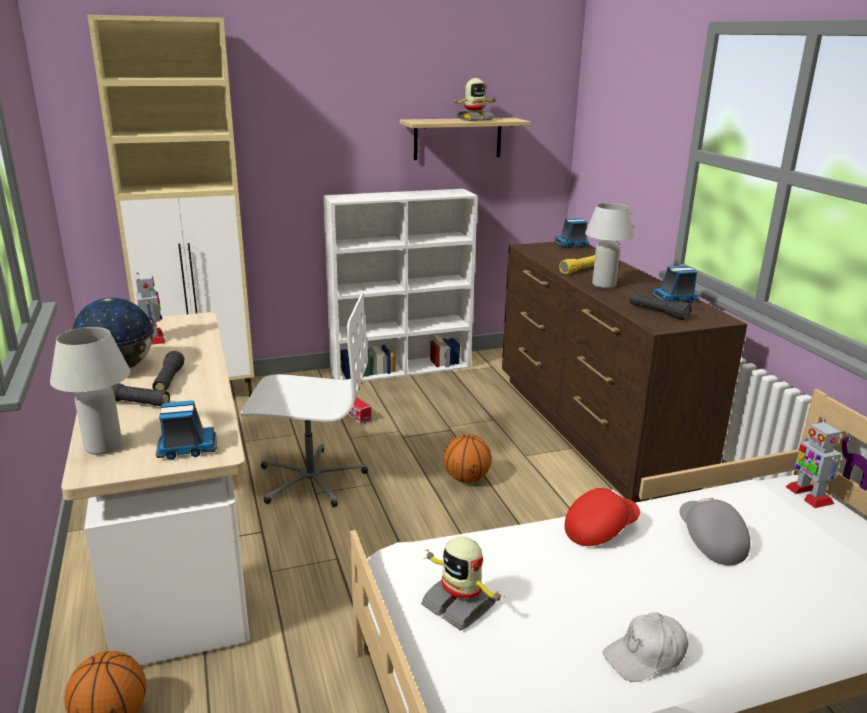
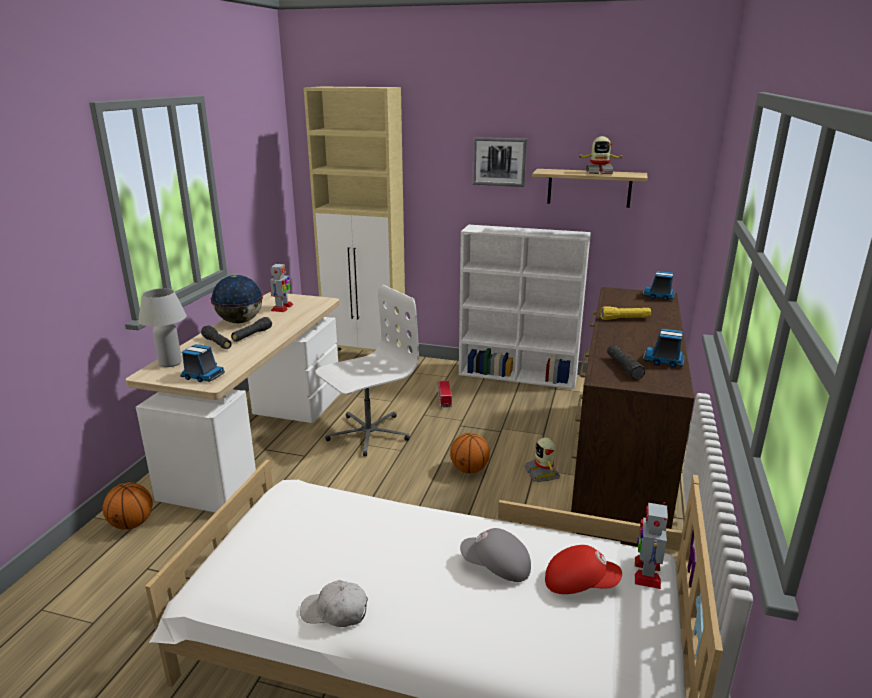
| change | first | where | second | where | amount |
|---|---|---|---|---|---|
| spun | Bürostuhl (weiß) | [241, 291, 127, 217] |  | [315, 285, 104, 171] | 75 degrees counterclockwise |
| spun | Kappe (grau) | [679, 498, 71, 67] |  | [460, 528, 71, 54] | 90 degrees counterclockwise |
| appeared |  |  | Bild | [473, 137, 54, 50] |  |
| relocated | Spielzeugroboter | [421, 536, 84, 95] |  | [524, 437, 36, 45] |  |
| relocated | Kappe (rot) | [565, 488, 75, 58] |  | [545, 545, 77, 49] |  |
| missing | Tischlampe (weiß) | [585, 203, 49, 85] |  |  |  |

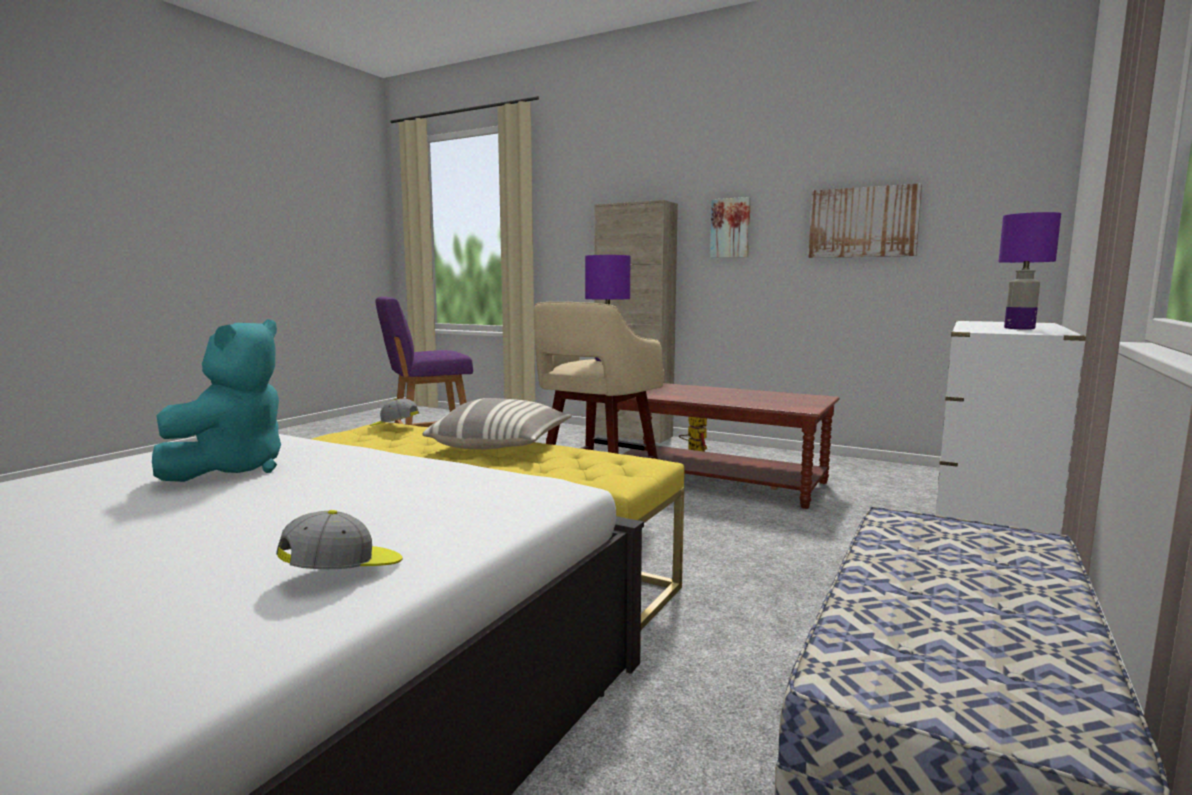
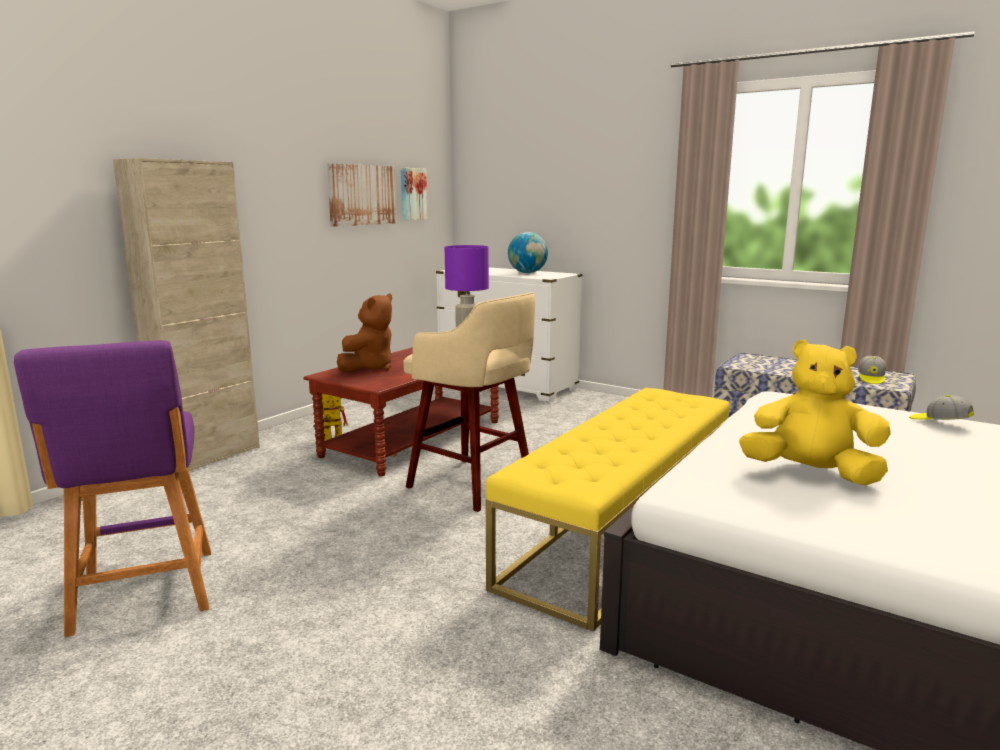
| change | first | where | second | where | amount |
|---|---|---|---|---|---|
| appeared |  |  | Plüschtier (braun) | [337, 293, 55, 79] |  |
| relocated | Bild | [710, 197, 41, 61] |  | [401, 168, 27, 52] |  |
| exchanged | Tischlampe (lila) | [999, 212, 62, 117] | Globus | [508, 232, 40, 41] |  |
| colour | Plüschtier (türkis) | [152, 319, 129, 163] | Plüschtier (gelb) | [739, 340, 152, 146] |  |
| relocated | Kappe | [370, 398, 49, 28] |  | [858, 356, 28, 28] |  |
| missing | Kissen | [423, 398, 149, 51] |  |  |  |

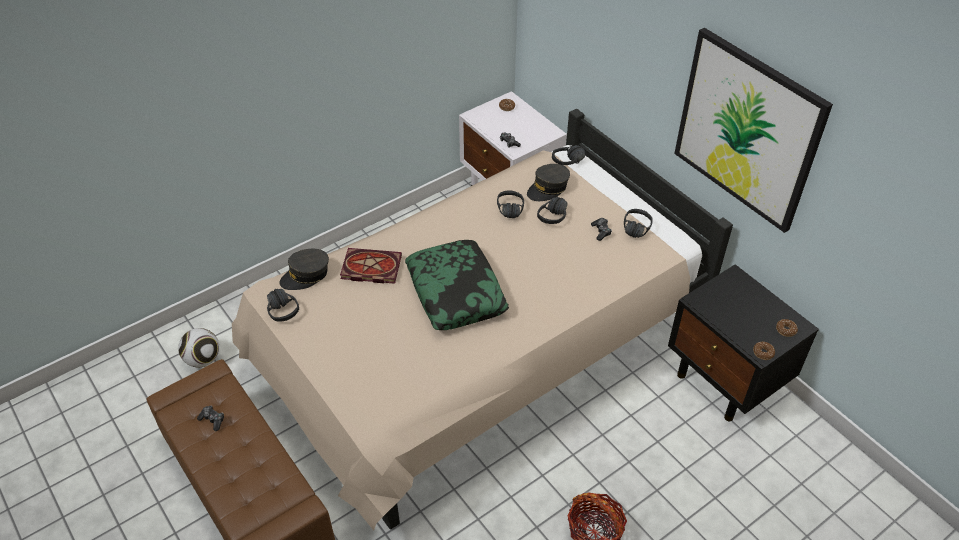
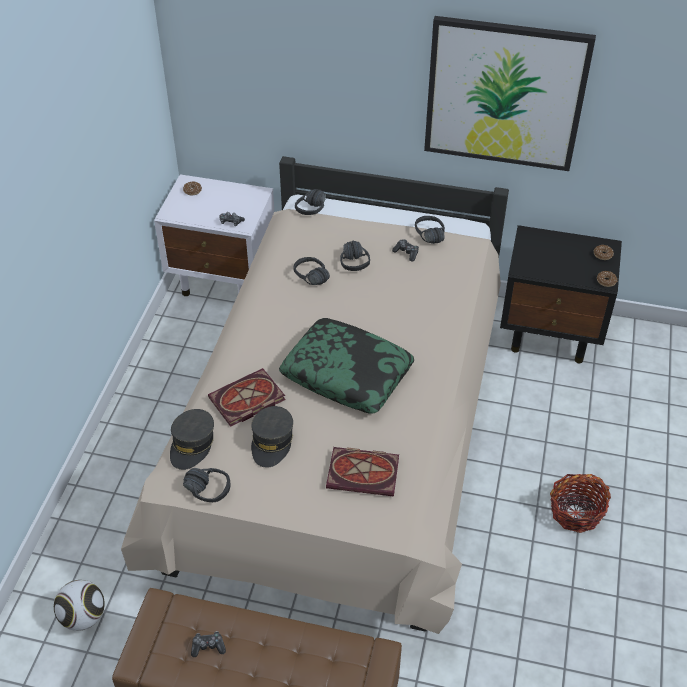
| change | first | where | second | where | amount |
|---|---|---|---|---|---|
| relocated | Kappe (grau) | [527, 164, 43, 37] |  | [251, 406, 42, 62] |  |
| appeared |  |  | Buch | [326, 447, 73, 50] |  |

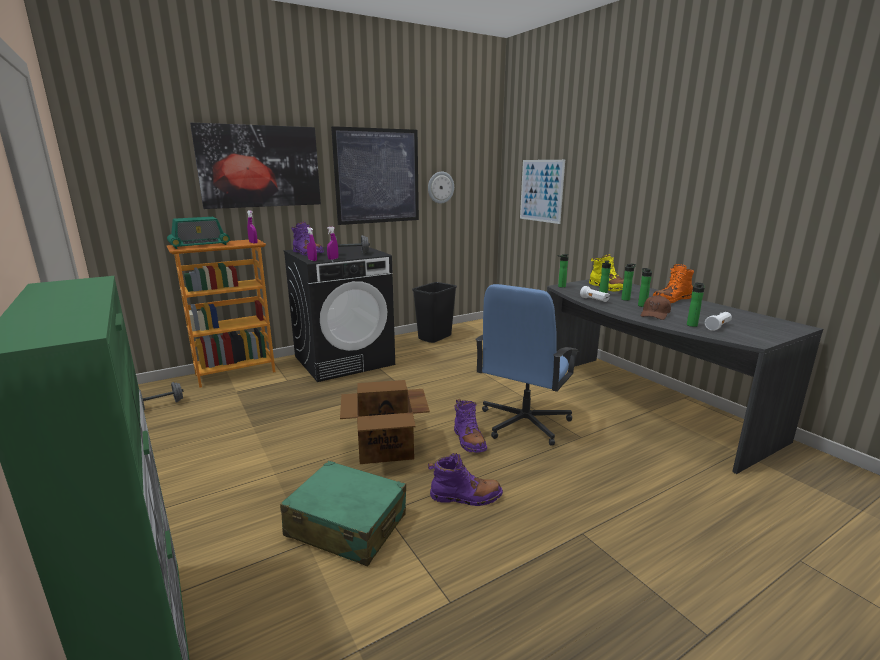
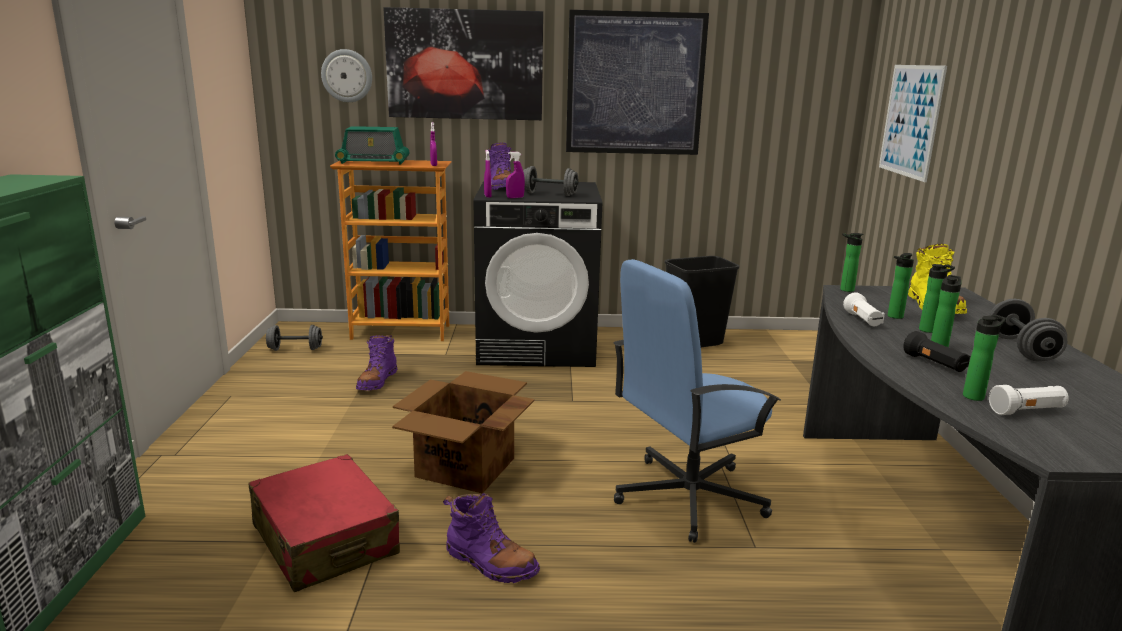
| change | first | where | second | where | amount |
|---|---|---|---|---|---|
| colour | Koffer (grün) | [280, 461, 126, 106] | Koffer (rot) | [248, 454, 152, 138] |  |
| relocated | Wanduhr | [428, 172, 26, 32] |  | [321, 49, 51, 53] |  |
| relocated | Stiefel (lila) | [454, 399, 33, 54] |  | [356, 335, 41, 55] |  |
| exchanged | Kappe (braun) | [641, 295, 30, 25] | Taschenlampe (schwarz) | [903, 331, 67, 41] |  |
| exchanged | Stiefel (orange) | [653, 264, 41, 39] | Hantel (grau) | [990, 299, 77, 63] |  |

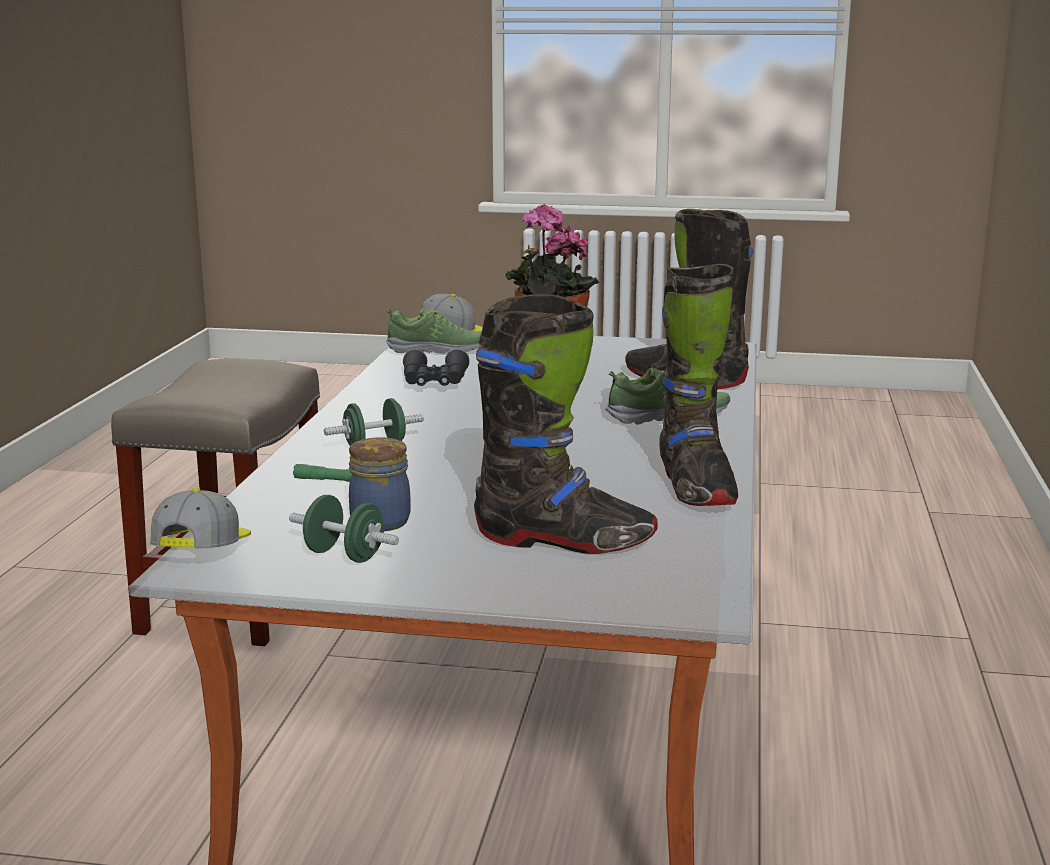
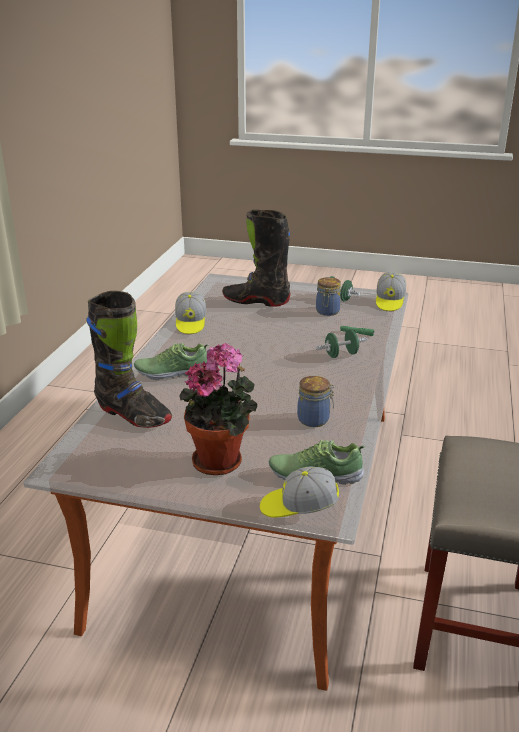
| change | first | where | second | where | amount |
|---|---|---|---|---|---|
| exchanged | Stiefel (schwarz) | [660, 264, 78, 242] | Kappe | [175, 292, 31, 42] |  |
| exchanged | Fernglas (schwarz) | [403, 349, 67, 37] | Vorratsglas | [297, 376, 37, 51] |  |

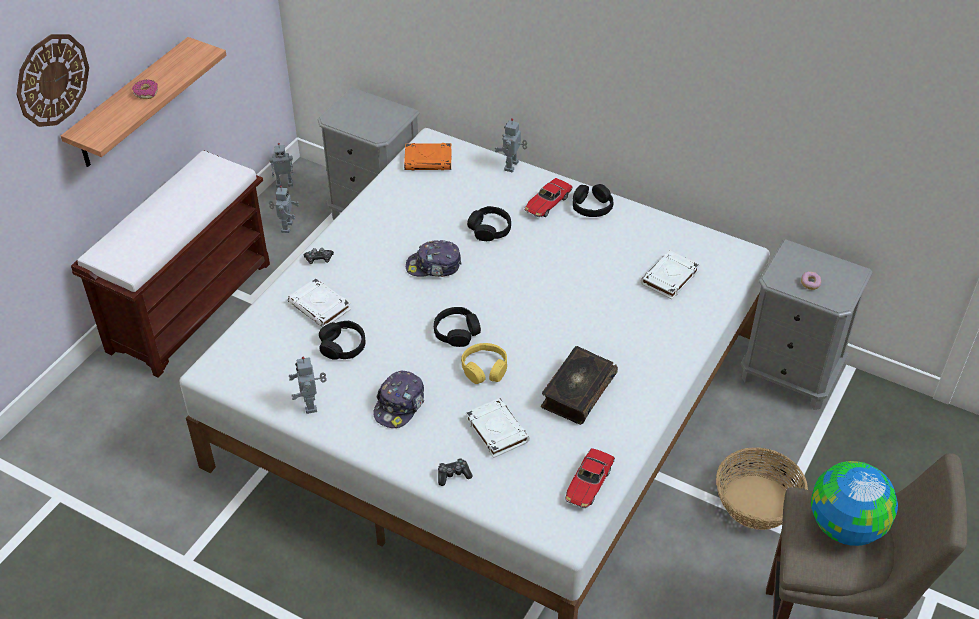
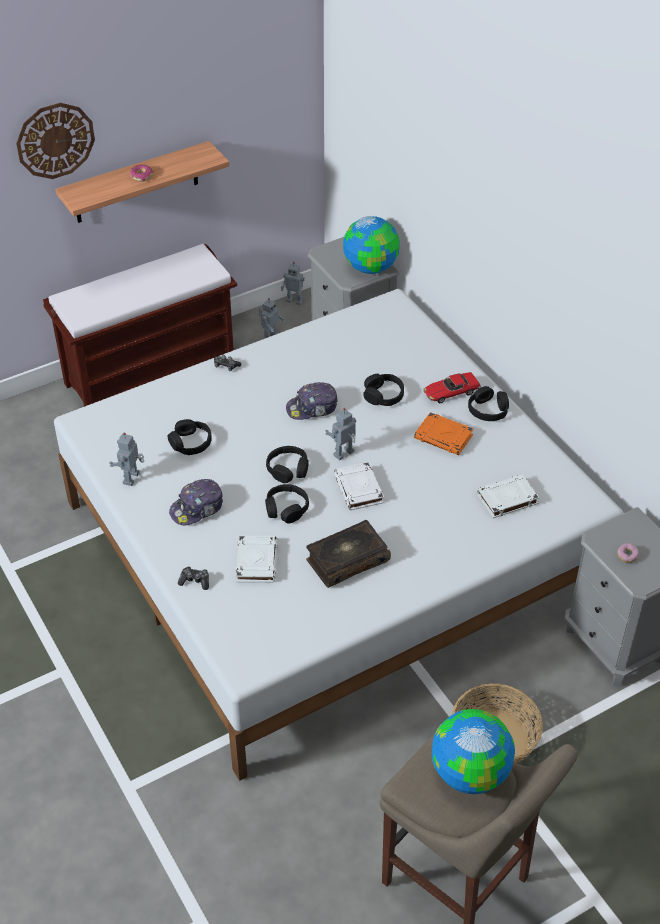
| change | first | where | second | where | amount |
|---|---|---|---|---|---|
| colour | Kopfhörer (gelb) | [461, 343, 46, 41] | Kopfhörer (schwarz) | [265, 484, 44, 39] |  |
| spun | Kappe | [406, 240, 56, 37] |  | [286, 382, 52, 38] | 45 degrees counterclockwise |
| relocated | Spielzeugroboter | [495, 118, 32, 54] |  | [325, 408, 31, 52] |  |
| relocated | Buch (weiß) | [288, 278, 63, 50] |  | [334, 462, 50, 48] |  |
| appeared |  |  | Globus | [343, 216, 57, 58] |  |
| relocated | Buch (orange) | [404, 143, 48, 28] |  | [414, 412, 60, 43] |  |
| missing | Spielzeugauto | [565, 448, 50, 60] |  |  |  |

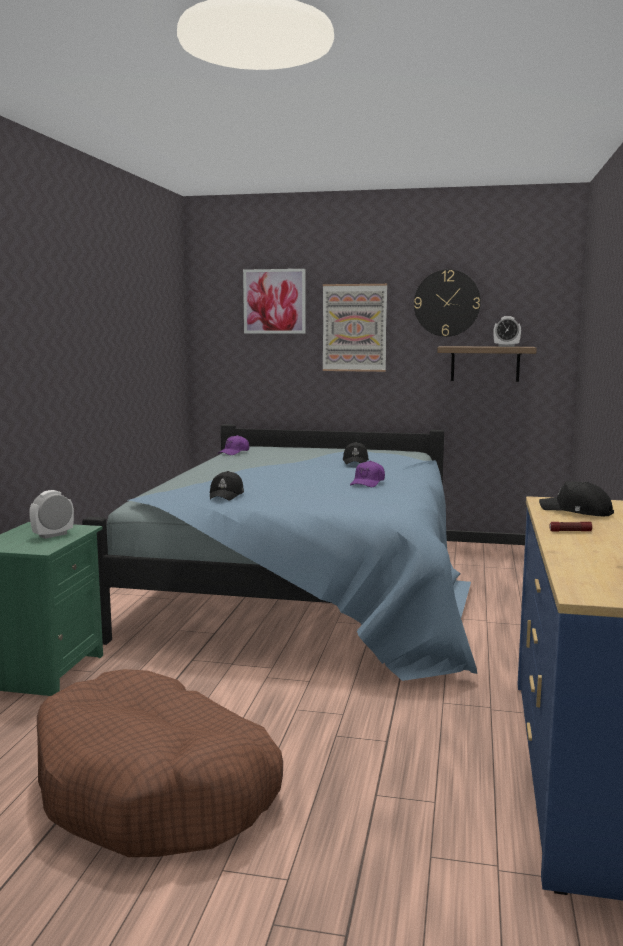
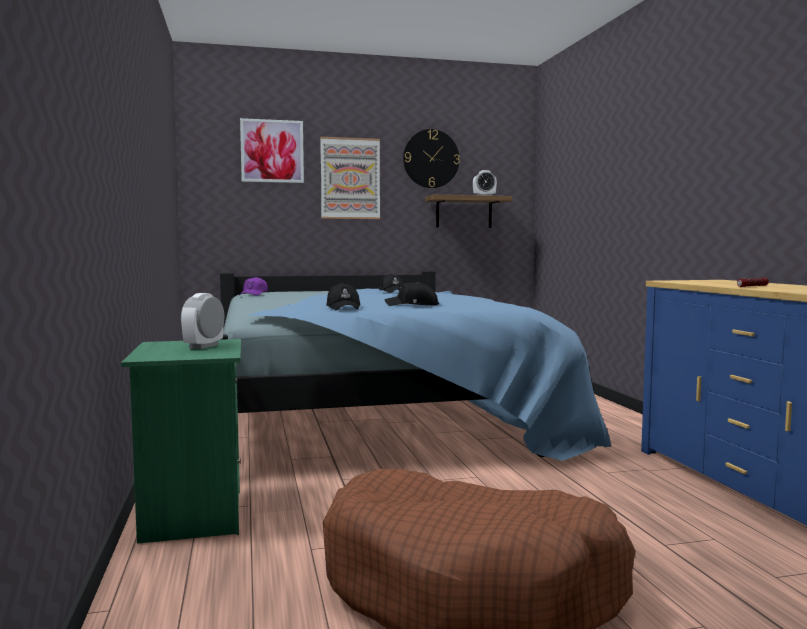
| change | first | where | second | where | amount |
|---|---|---|---|---|---|
| relocated | Kappe (schwarz) | [539, 481, 75, 35] |  | [384, 282, 55, 24] |  |
| missing | Kappe (lila) | [350, 461, 35, 26] |  |  |  |

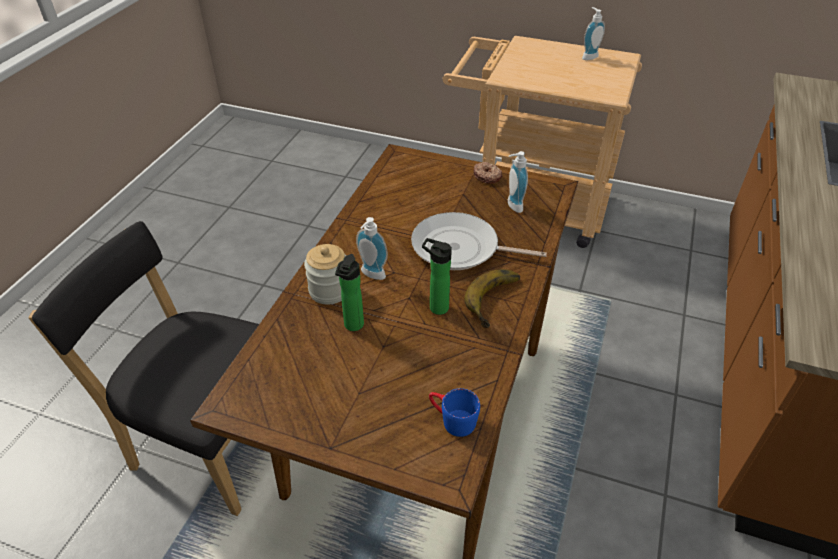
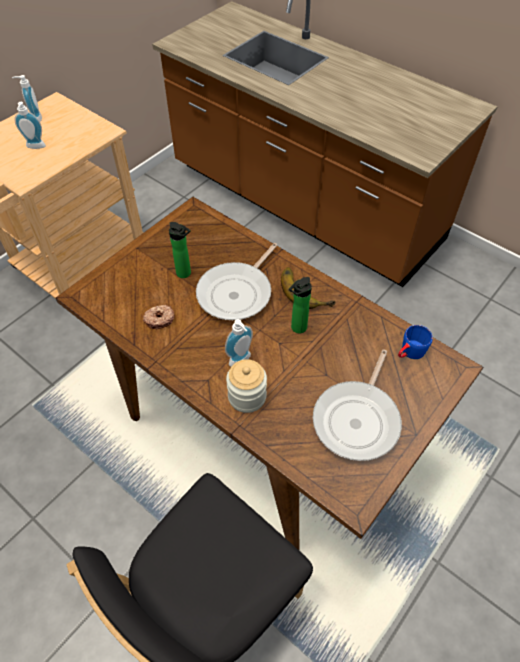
| change | first | where | second | where | amount |
|---|---|---|---|---|---|
| relocated | Seifenspender | [508, 151, 20, 62] |  | [14, 102, 32, 47] |  |
| relocated | Donut | [474, 162, 28, 22] |  | [143, 305, 32, 24] |  |
| relocated | Flasche | [335, 254, 29, 77] |  | [169, 222, 22, 56] |  |
| appeared |  |  | Pfanne | [313, 349, 89, 112] |  |

